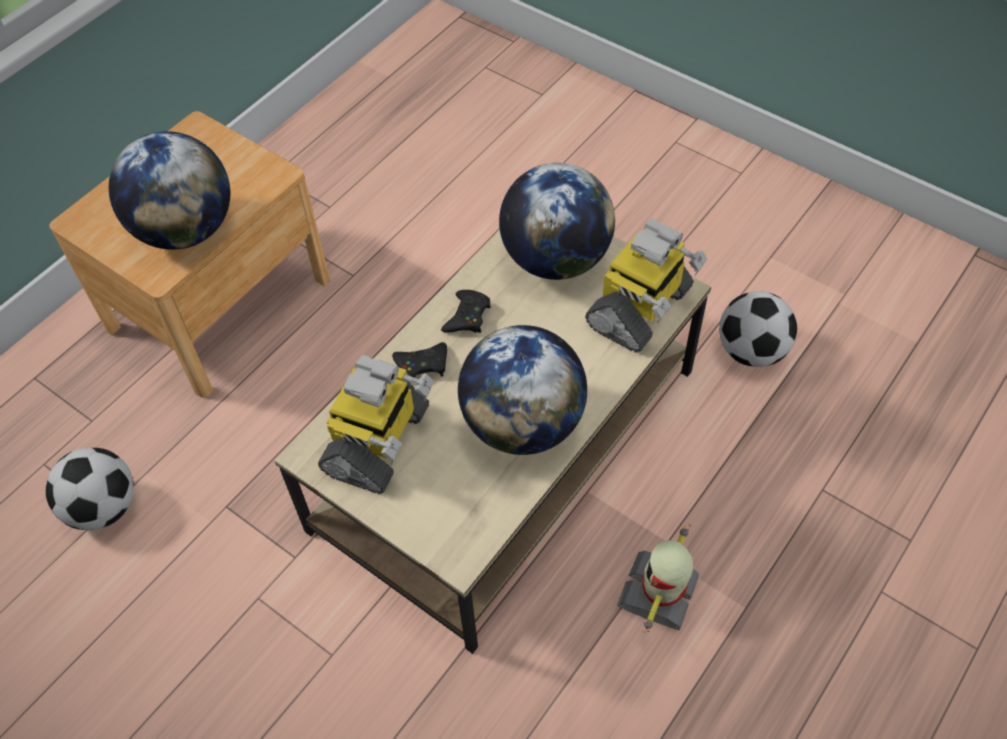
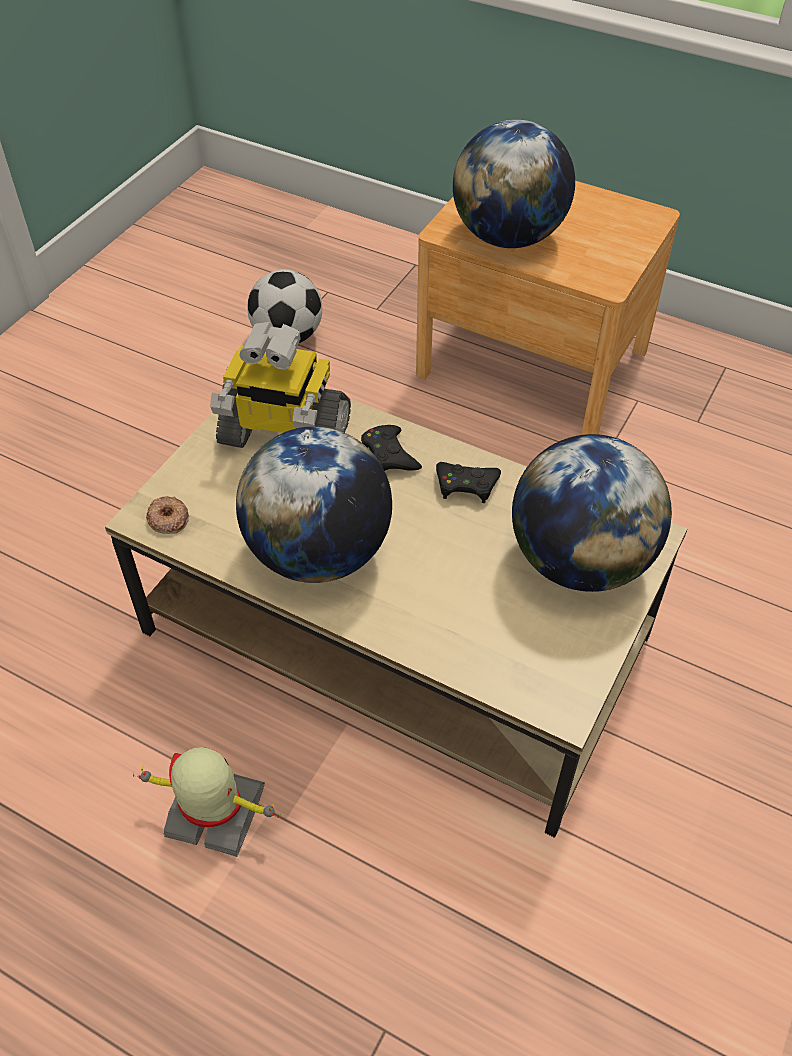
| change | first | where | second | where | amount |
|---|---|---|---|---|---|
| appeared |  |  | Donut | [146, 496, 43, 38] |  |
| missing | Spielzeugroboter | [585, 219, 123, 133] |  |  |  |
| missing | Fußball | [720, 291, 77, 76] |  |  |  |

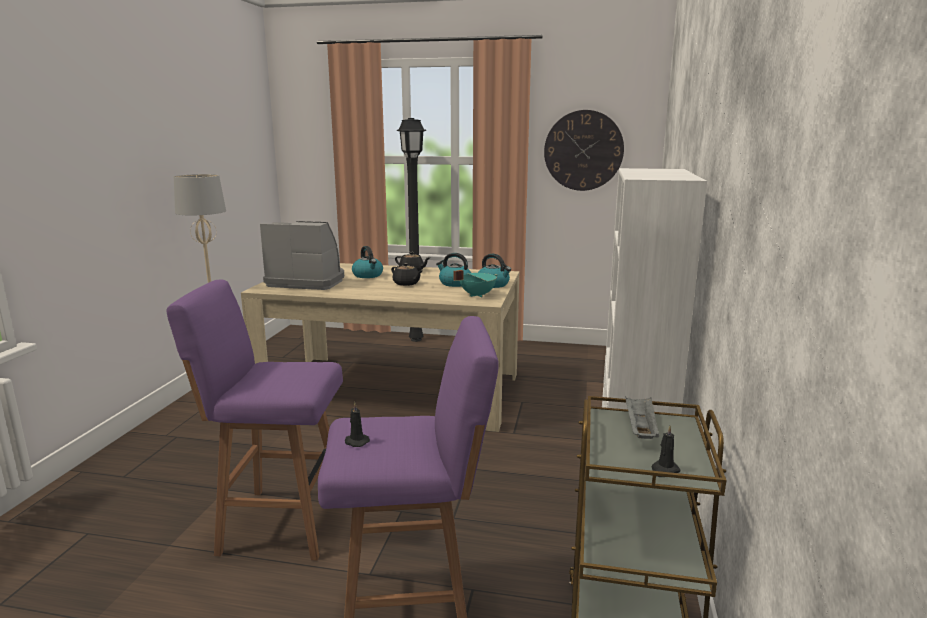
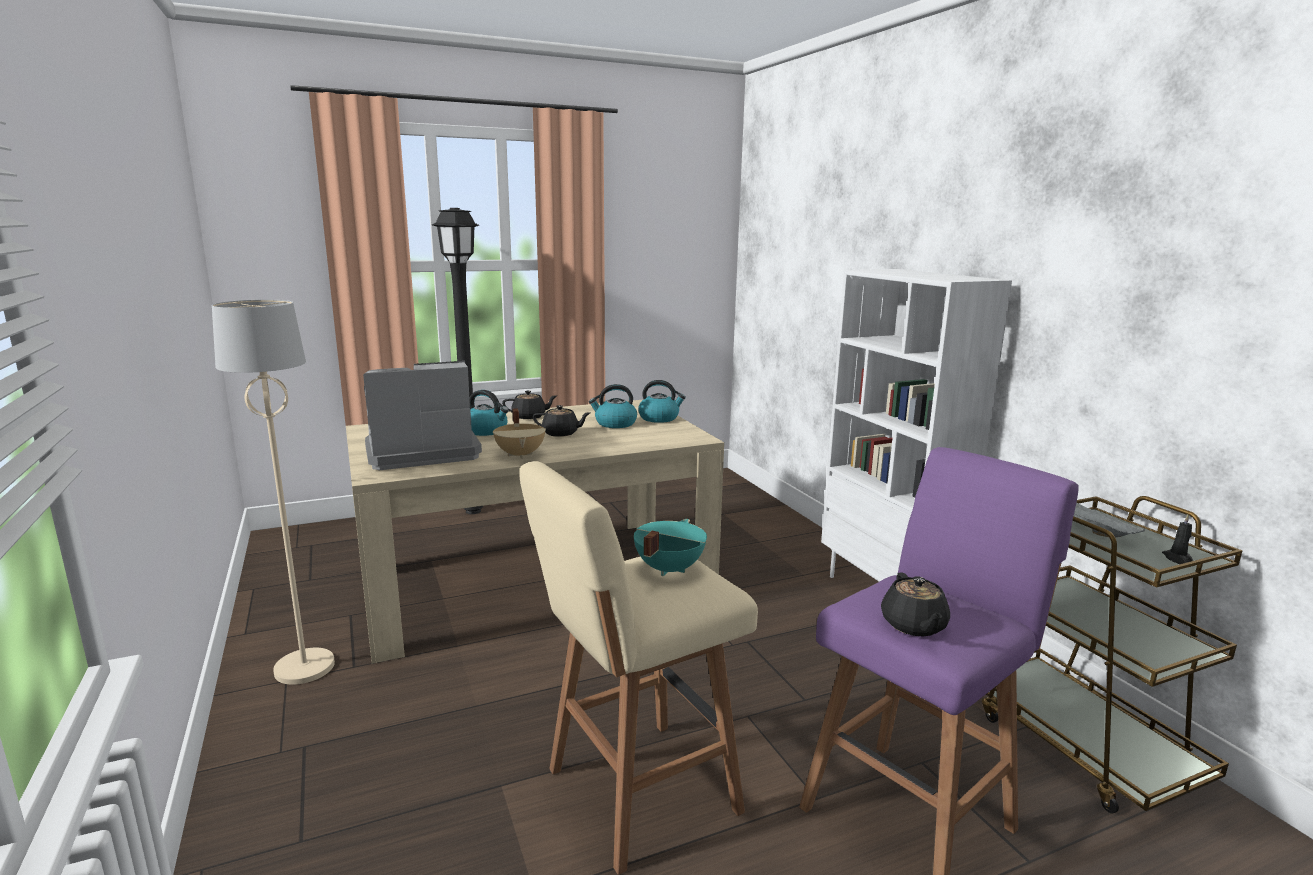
| change | first | where | second | where | amount |
|---|---|---|---|---|---|
| appeared |  |  | Kochtopf (beige) | [493, 408, 53, 51] |  |
| colour | Hocker (lila) | [166, 280, 177, 280] | Hocker (beige) | [519, 461, 239, 414] |  |
| relocated | Kochtopf (türkis) | [453, 270, 45, 27] |  | [634, 519, 73, 57] |  |
| exchanged | Kerze (schwarz) | [345, 402, 25, 45] | Teekanne (schwarz) | [881, 572, 69, 65] |  |
| missing | Wanduhr | [544, 110, 80, 81] |  |  |  |

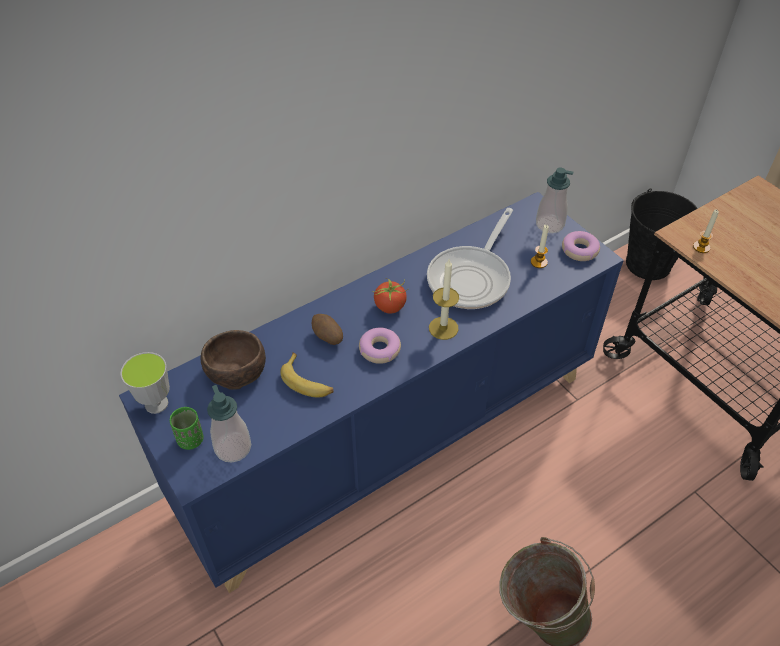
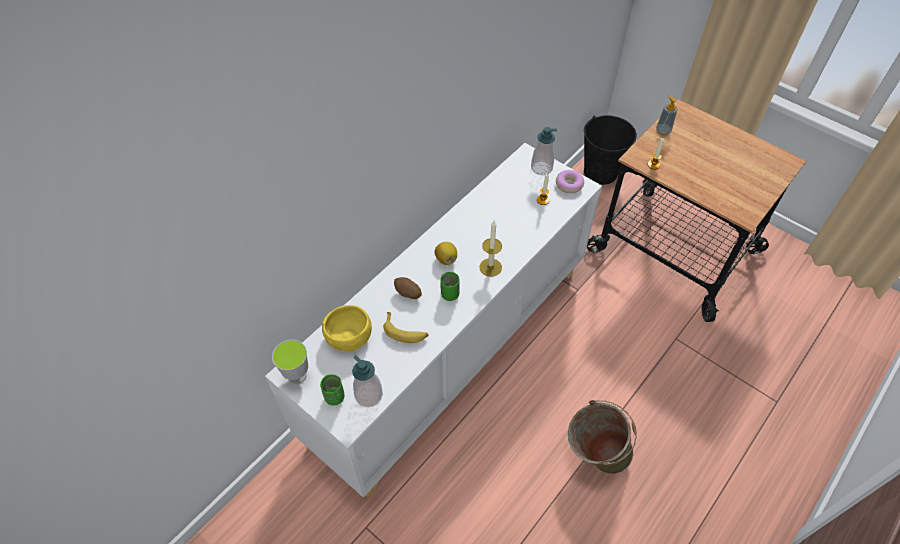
| change | first | where | second | where | amount |
|---|---|---|---|---|---|
| colour | Schrank (blau) | [119, 192, 505, 401] | Schrank (weiß) | [265, 143, 337, 355] |  |
| colour | Schüssel (braun) | [200, 330, 66, 60] | Schüssel (gelb) | [322, 305, 50, 47] |  |
| exchanged | Tomate | [372, 279, 36, 35] | Zitrone | [435, 242, 22, 23] |  |
| exchanged | Donut | [359, 328, 42, 36] | Tasse (grün) | [440, 272, 20, 29] |  |
| appeared |  |  | Seifenspender | [656, 94, 21, 41] |  |
| missing | Pfanne | [427, 208, 86, 101] |  |  |  |

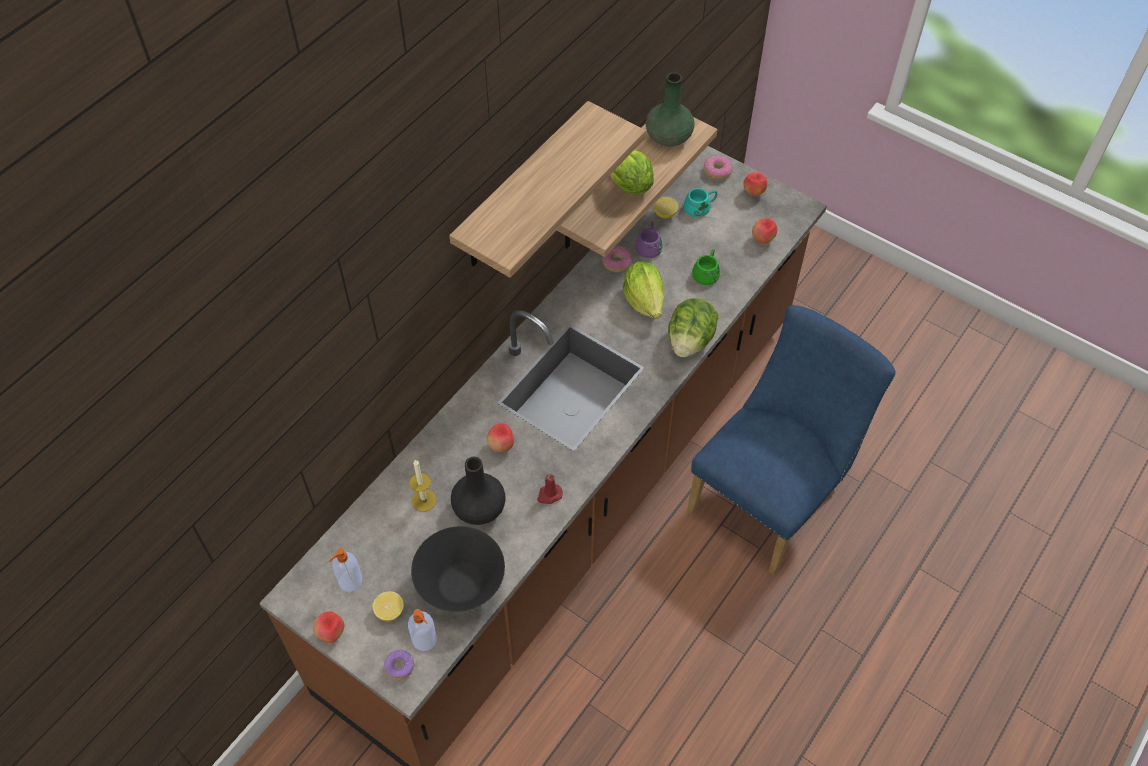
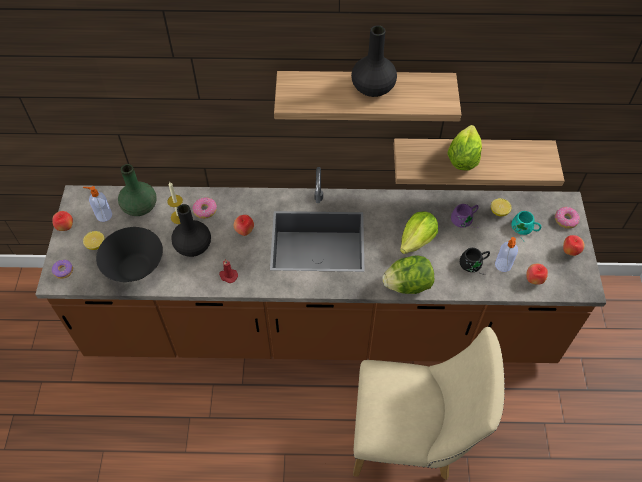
| change | first | where | second | where | amount |
|---|---|---|---|---|---|
| relocated | Vase (grün) | [646, 72, 48, 75] |  | [118, 164, 39, 52] |  |
| relocated | Donut | [602, 246, 30, 27] |  | [193, 197, 24, 22] |  |
| appeared |  |  | Vase (schwarz) | [351, 25, 46, 72] |  |
| colour | Stuhl (blau) | [687, 305, 209, 270] | Stuhl (beige) | [353, 327, 152, 153] |  |
| colour | Henkelbecher (grün) | [692, 249, 36, 36] | Henkelbecher (schwarz) | [460, 248, 30, 26] |  |
| relocated | Seifenspender | [408, 609, 29, 42] |  | [495, 237, 23, 35] |  |

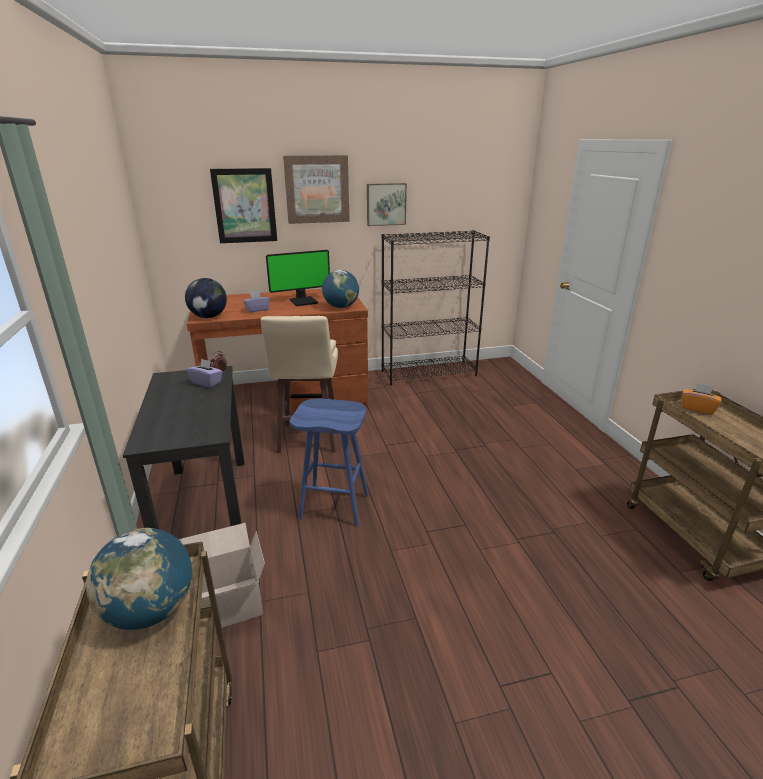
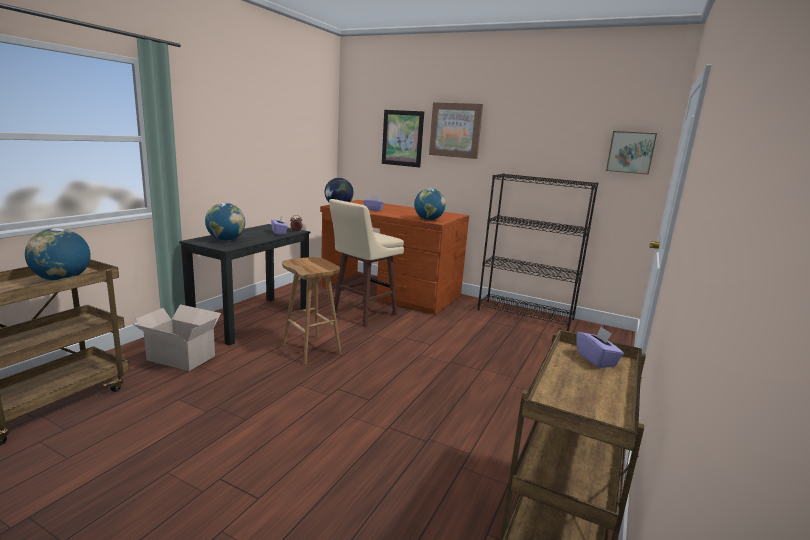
| change | first | where | second | where | amount |
|---|---|---|---|---|---|
| appeared |  |  | Globus | [205, 203, 40, 38] |  |
| colour | Hocker (blau) | [290, 399, 78, 128] | Hocker (braun) | [282, 257, 60, 107] |  |
| colour | Taschentuchbox (orange) | [682, 382, 40, 33] | Taschentuchbox (lila) | [576, 327, 48, 41] |  |
| relocated | Bild | [367, 183, 40, 43] |  | [606, 131, 51, 44] |  |
| missing | Monitor | [266, 250, 64, 56] |  |  |  |

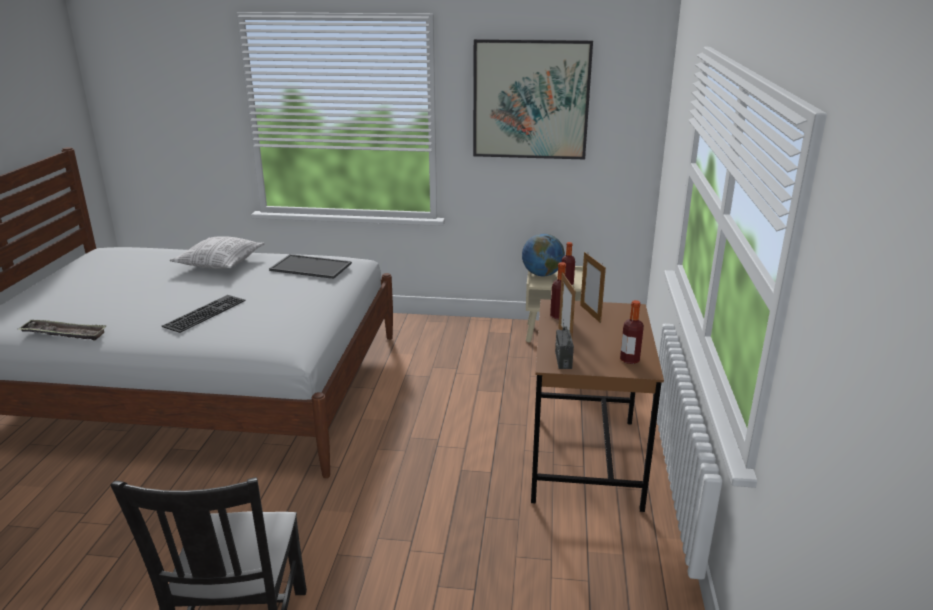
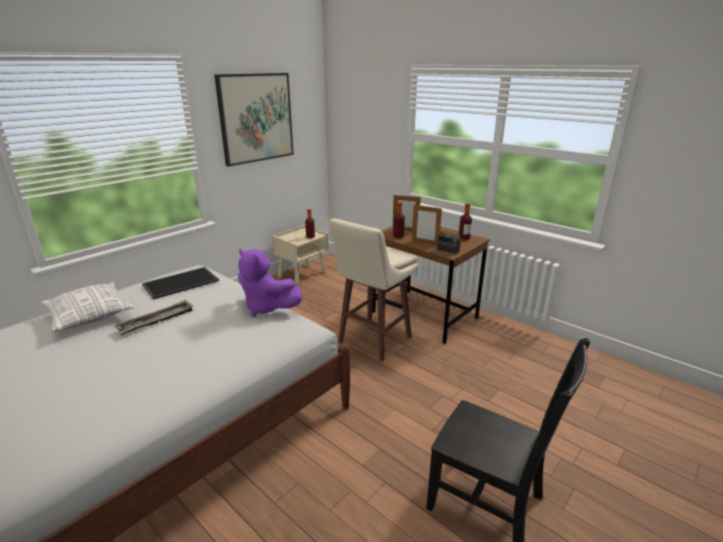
| change | first | where | second | where | amount |
|---|---|---|---|---|---|
| relocated | Tablett | [17, 320, 89, 20] |  | [113, 300, 80, 35] |  |
| appeared |  |  | Plüschtier (lila) | [238, 249, 64, 68] |  |
| appeared |  |  | Hocker (beige) | [329, 218, 89, 144] |  |
| missing | Tastatur | [162, 295, 83, 38] |  |  |  |
| missing | Globus | [522, 234, 43, 42] |  |  |  |

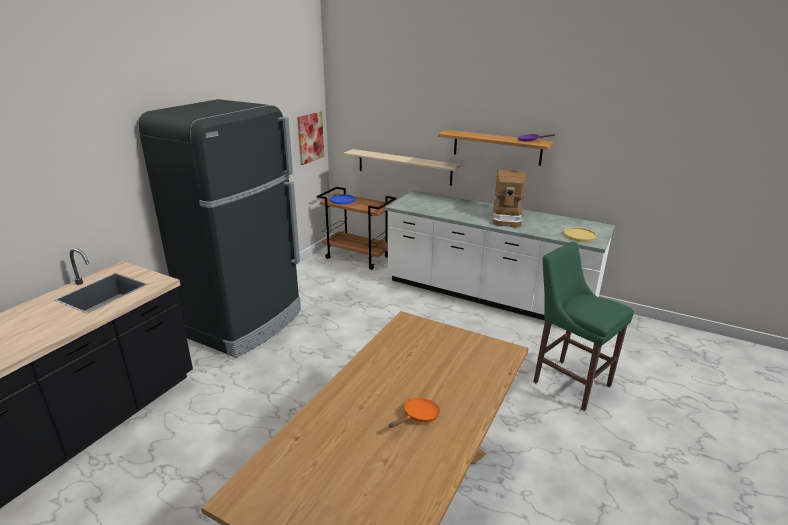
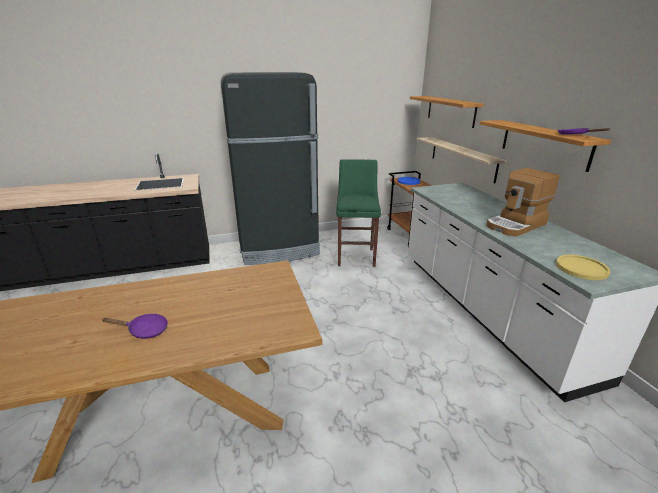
| change | first | where | second | where | amount |
|---|---|---|---|---|---|
| colour | Pfanne (orange) | [388, 397, 52, 31] | Pfanne (lila) | [102, 314, 66, 25] |  |
| relocated | Hocker (grün) | [533, 242, 101, 169] |  | [336, 159, 45, 108] |  |
| appeared |  |  | Wandregal | [410, 96, 74, 32] |  |
| missing | Bild | [297, 111, 27, 54] |  |  |  |

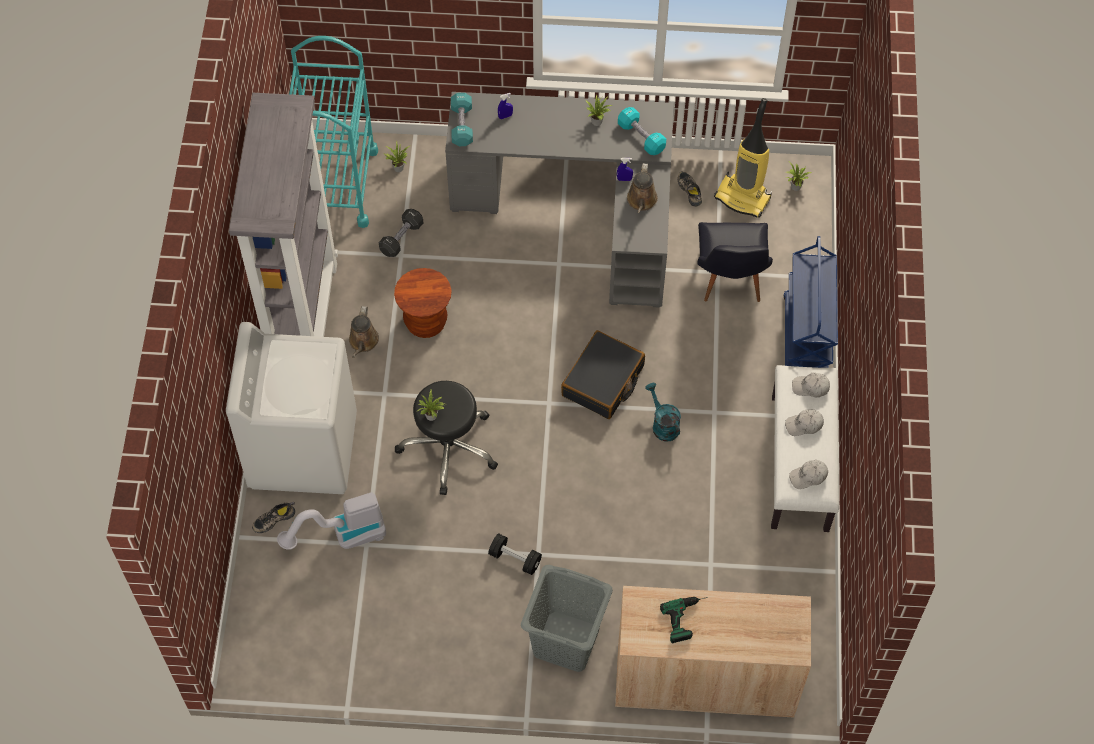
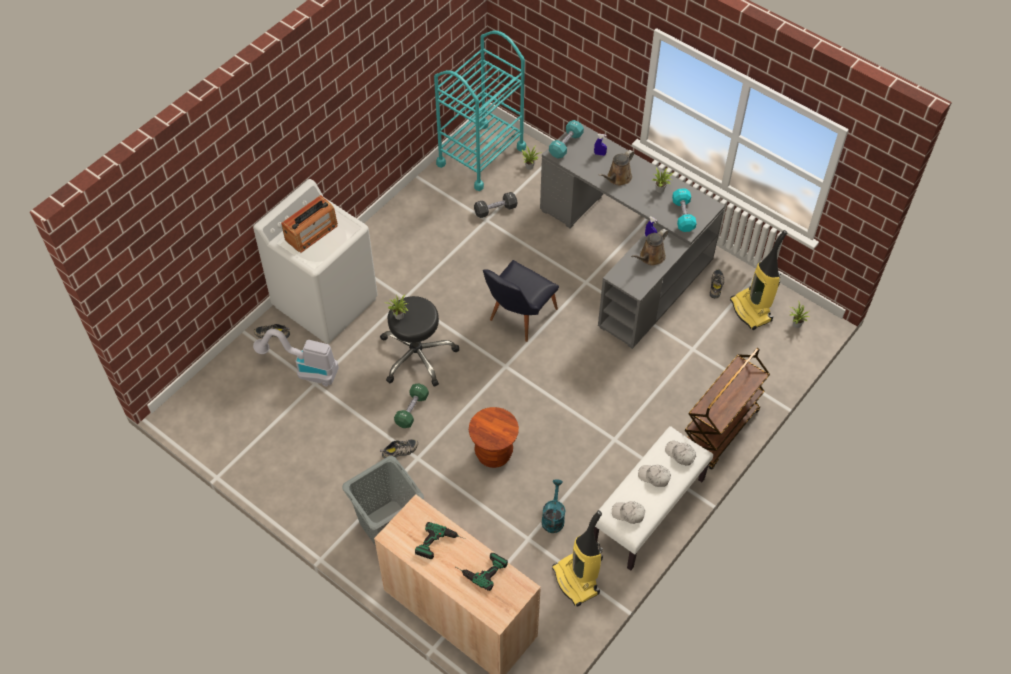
| change | first | where | second | where | amount |
|---|---|---|---|---|---|
| appeared |  |  | Radio | [281, 195, 57, 58] |  |
| exchanged | Hantel (schwarz) | [488, 533, 54, 42] | Schuh | [380, 439, 38, 20] |  |
| appeared |  |  | Hantel (grün) | [394, 383, 35, 45] |  |
| appeared |  |  | Bohrmaschine | [456, 553, 52, 38] |  |
| relocated | Hocker (braun) | [394, 268, 58, 70] |  | [469, 407, 50, 61] |  |
| relocated | Stuhl (schwarz) | [697, 222, 76, 80] |  | [483, 260, 76, 82] |  |
| relocated | Gießkanne (türkis) | [645, 383, 36, 59] |  | [542, 479, 23, 54] |  |
| appeared |  |  | Staubsauger | [552, 510, 51, 97] |  |
| relocated | Gießkanne (braun) | [349, 306, 30, 52] |  | [599, 150, 35, 36] |  |
| colour | Rollwagen (blau) | [783, 236, 55, 132] | Rollwagen (braun) | [685, 348, 85, 122] |  |
| missing | Bücherregal (grau) | [229, 93, 109, 244] |  |  |  |
| missing | Koffer (schwarz) | [561, 330, 84, 89] |  |  |  |

